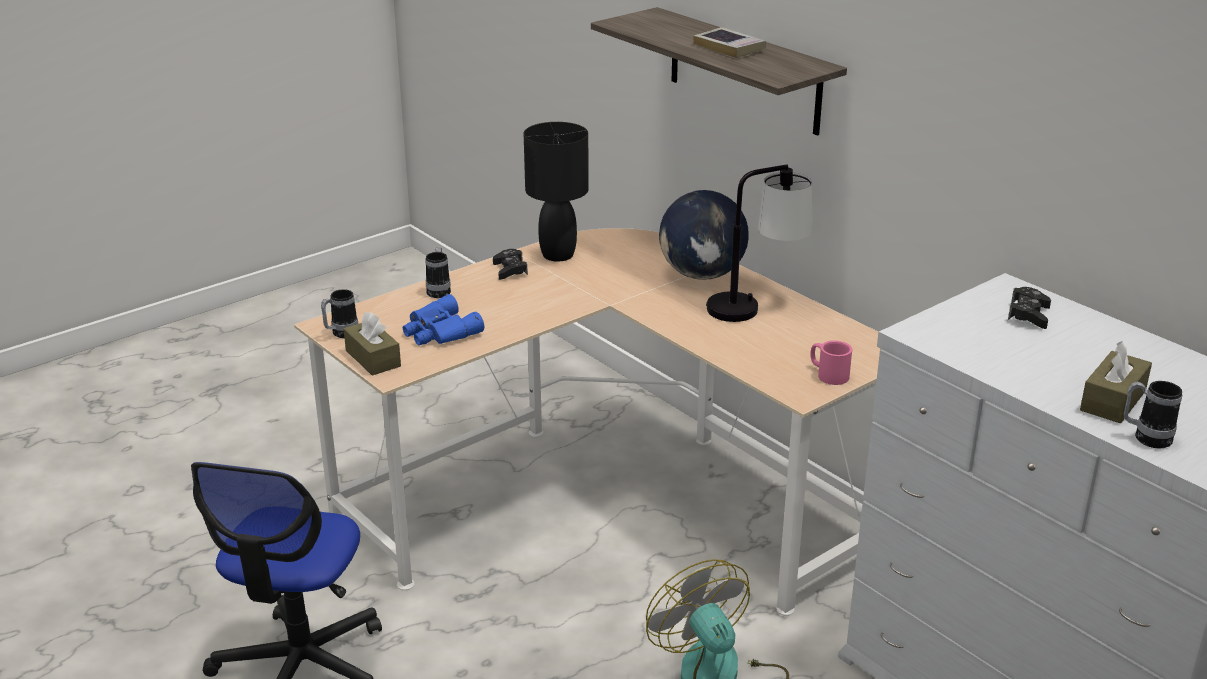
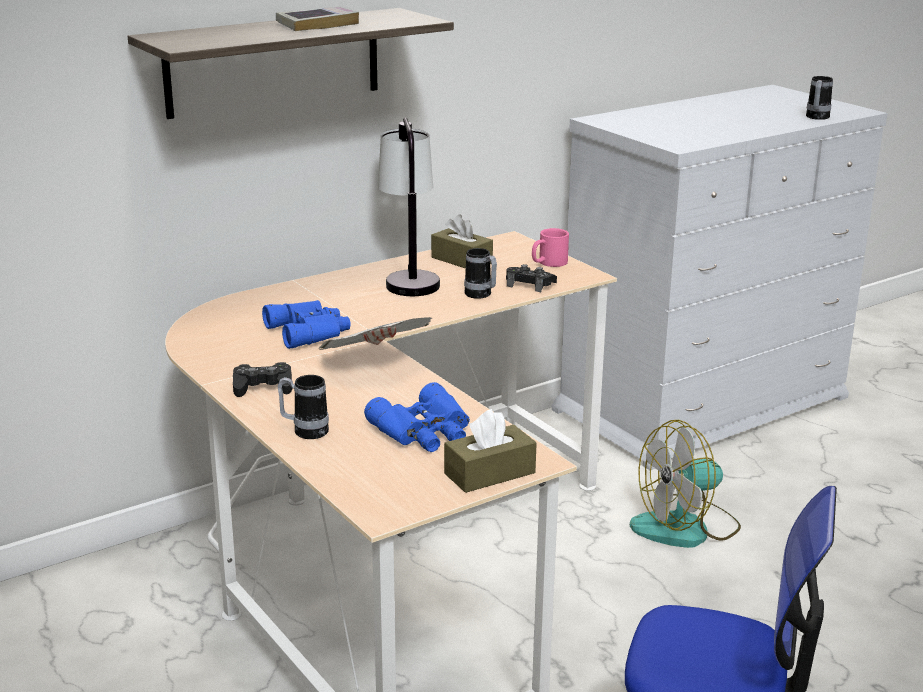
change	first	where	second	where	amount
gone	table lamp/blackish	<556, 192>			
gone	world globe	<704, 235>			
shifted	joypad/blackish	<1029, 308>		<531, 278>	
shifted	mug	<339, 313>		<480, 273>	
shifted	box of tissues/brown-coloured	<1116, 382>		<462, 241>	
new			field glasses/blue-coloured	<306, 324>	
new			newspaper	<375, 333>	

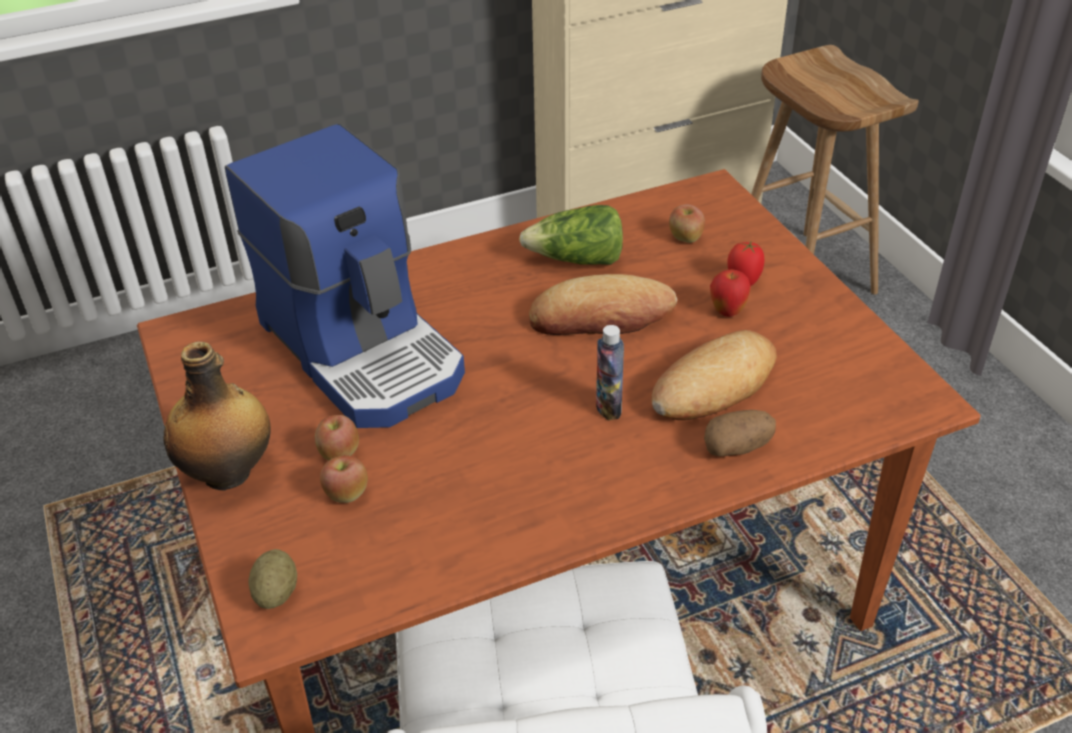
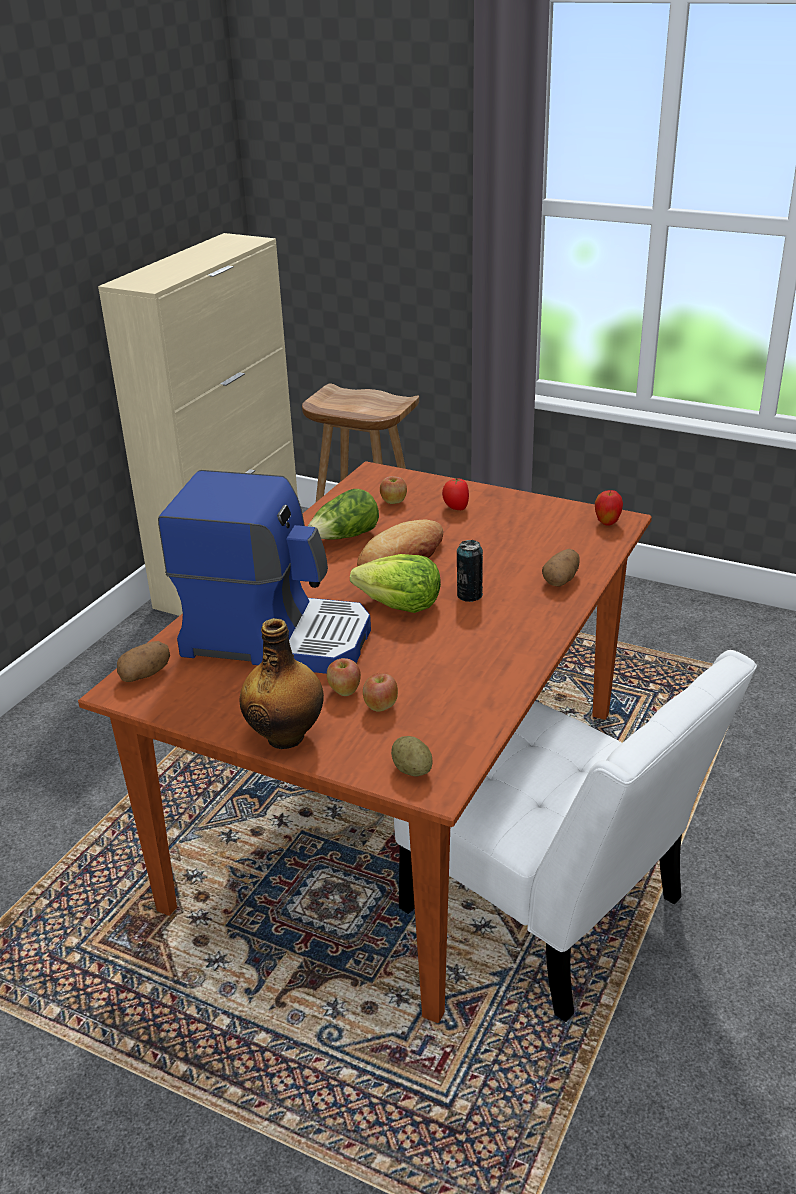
change	first	where	second	where	amount
shifted	apple fruit	<730, 293>		<609, 508>	
swapped	drink bottle	<610, 372>	metal can	<470, 571>	
gone	bread	<714, 375>			
new			lettuce head	<395, 583>	
new			whole potato	<143, 661>	

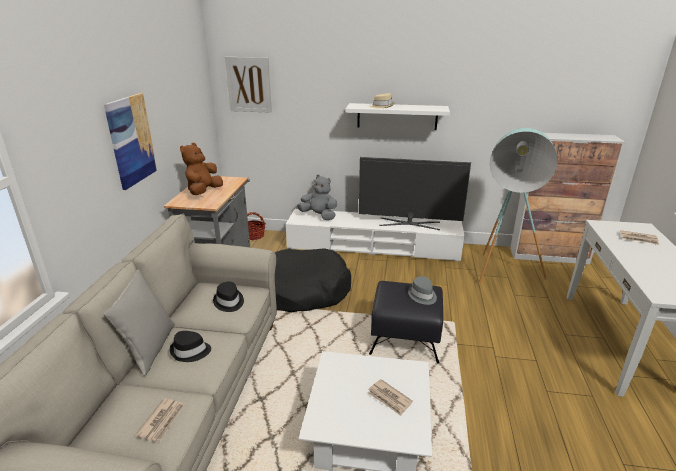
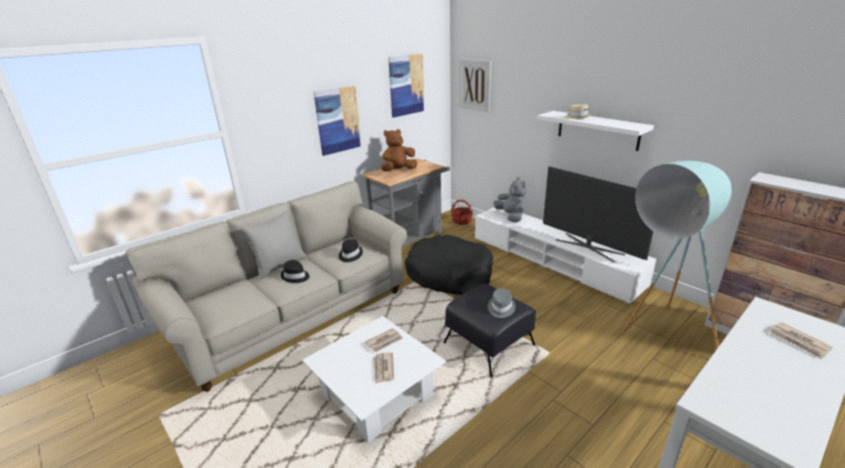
change	first	where	second	where	amount
shifted	newspaper	<159, 420>		<384, 340>	
new			picture	<406, 86>	

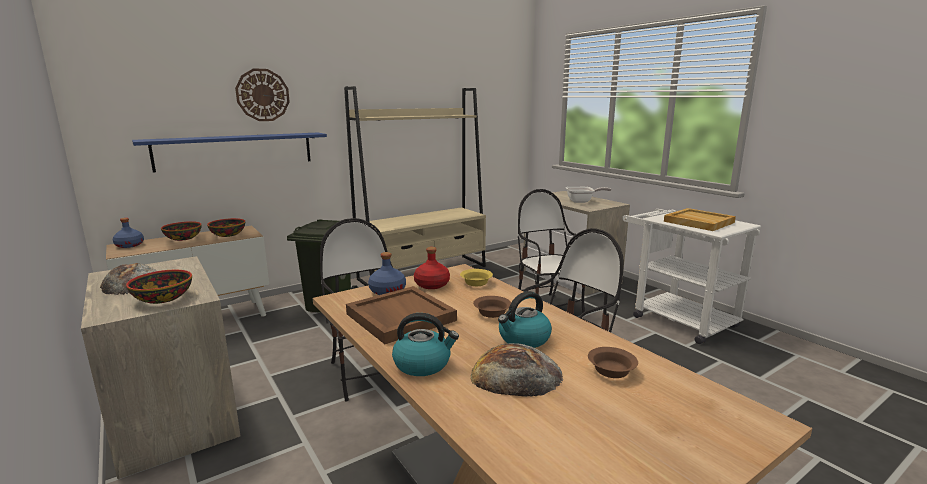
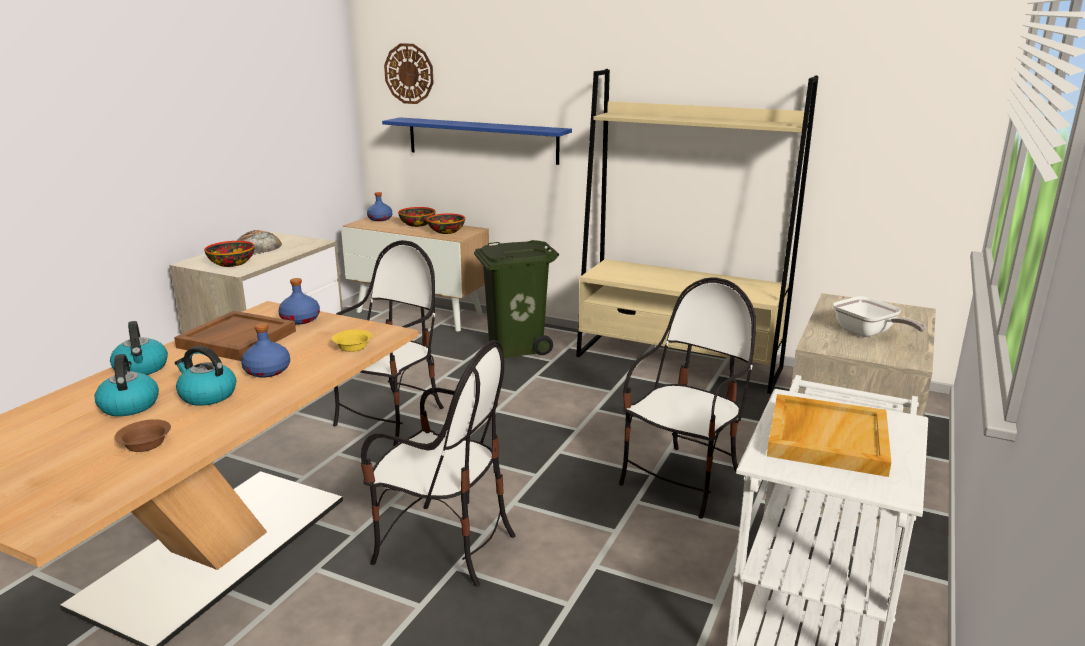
change	first	where	second	where	amount
shifted	clock on the wall	<262, 94>		<409, 73>	
gone	drink bottle/red	<432, 268>			
swapped	deep dish/brown-coloured	<492, 307>	drink bottle/blue-coloured	<265, 350>	
swapped	bread	<516, 370>	kettle	<127, 385>	

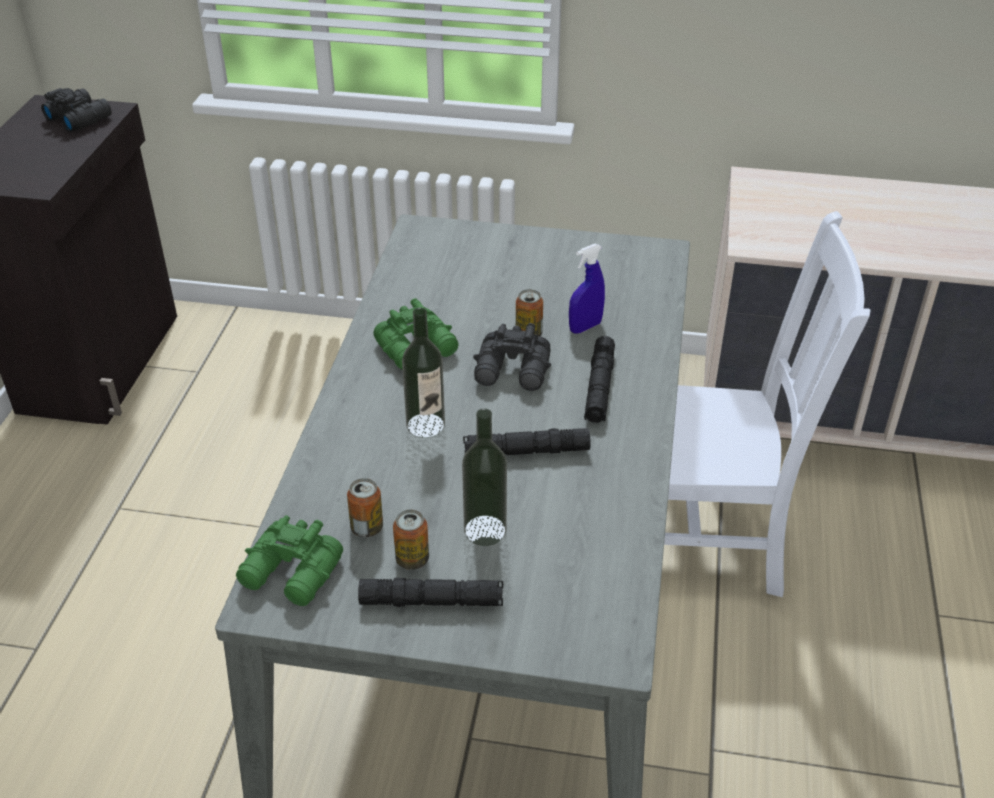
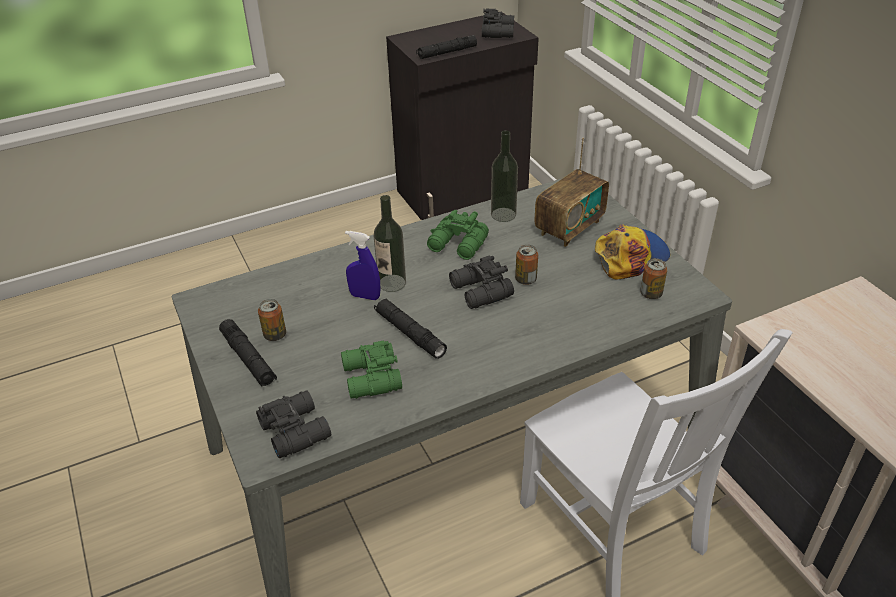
change	first	where	second	where	amount
shifted	spray bottle/blue-coloured	<587, 288>		<362, 265>	
shifted	flashlight/blackish	<599, 379>		<446, 47>	
shifted	drink bottle	<484, 477>		<504, 176>	
shifted	metal can	<365, 507>		<653, 278>	
shifted	field glasses/green-coloured	<289, 560>		<371, 369>	
new			radio	<572, 192>	
new			peaked cap	<632, 252>	
new			field glasses/blackish	<293, 424>	

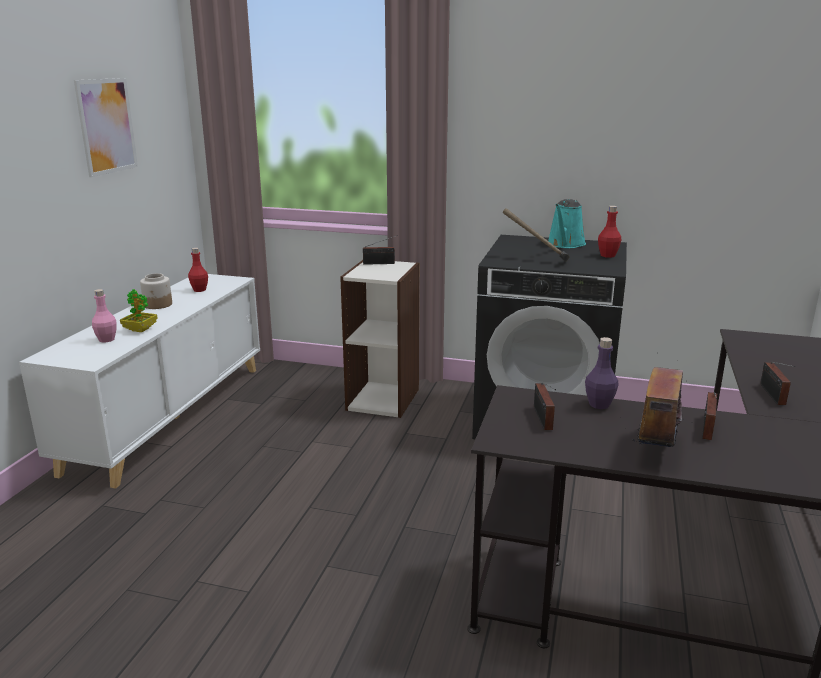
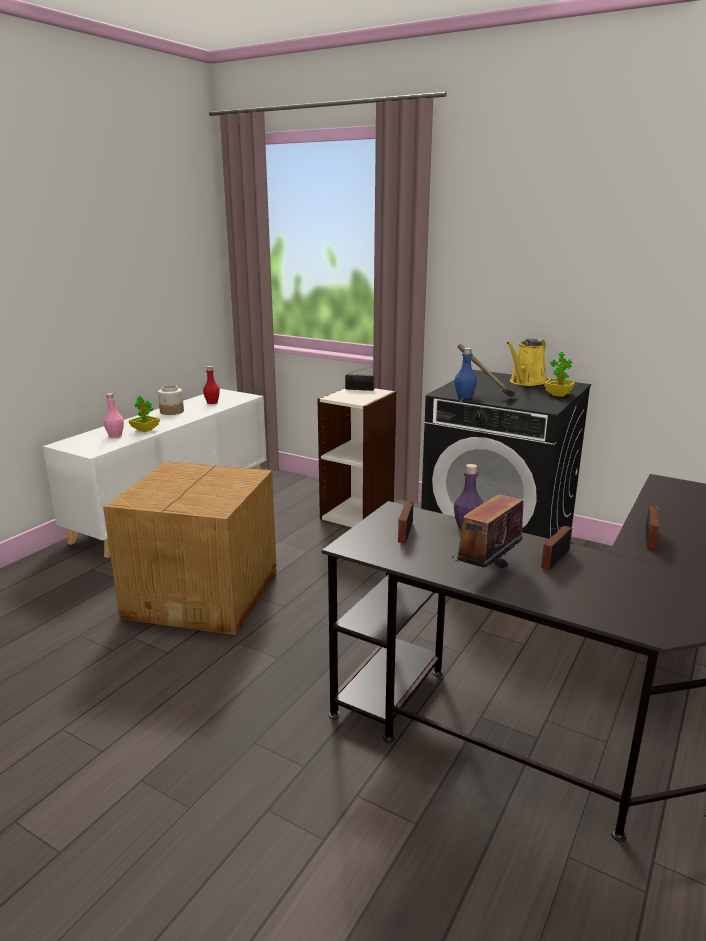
change	first	where	second	where	amount
gone	picture	<106, 127>			
repainted	watering pot/turquoise	<567, 223>	watering pot/yellow	<526, 362>	
swapped	drink bottle/red	<609, 232>	houseplant	<560, 374>	
new			drink bottle/blue-coloured	<465, 373>	
new			packing box	<190, 548>	

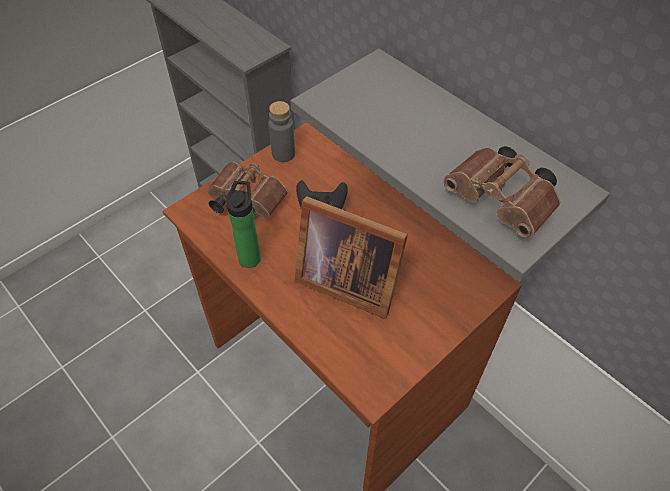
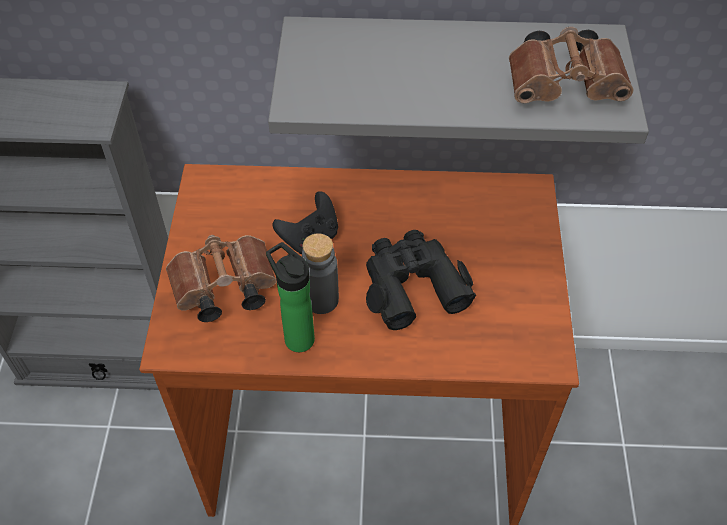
change	first	where	second	where	amount
shifted	drink bottle/gray	<282, 131>		<320, 273>	
swapped	picture frame	<351, 257>	field glasses/blackish	<421, 280>	

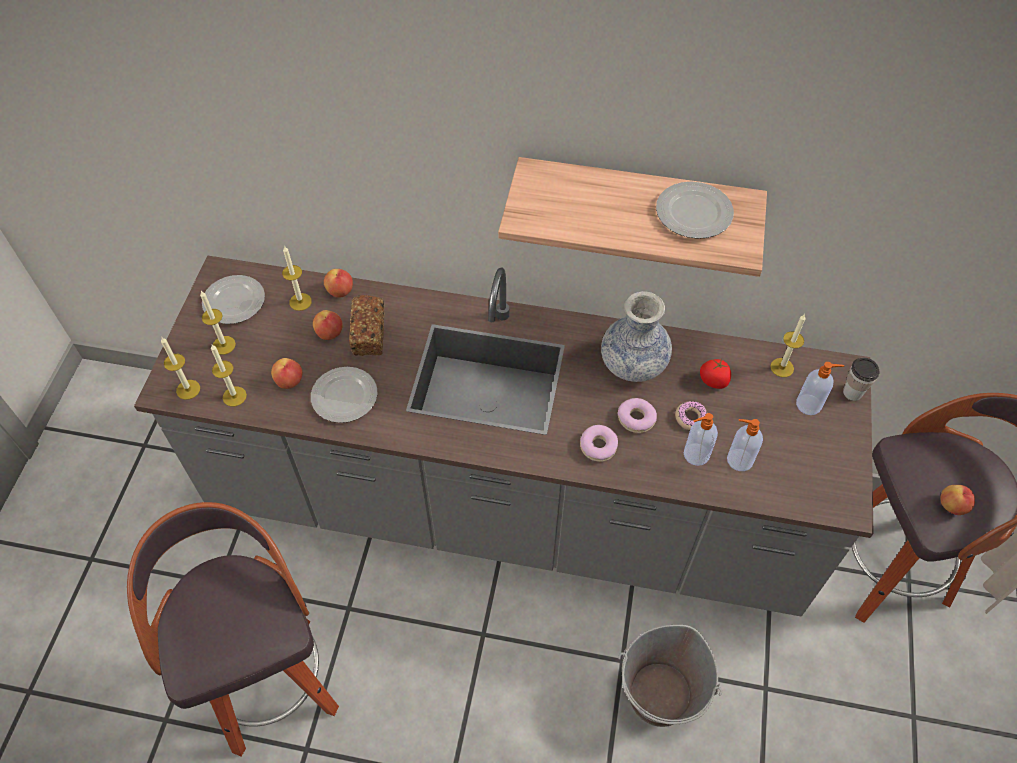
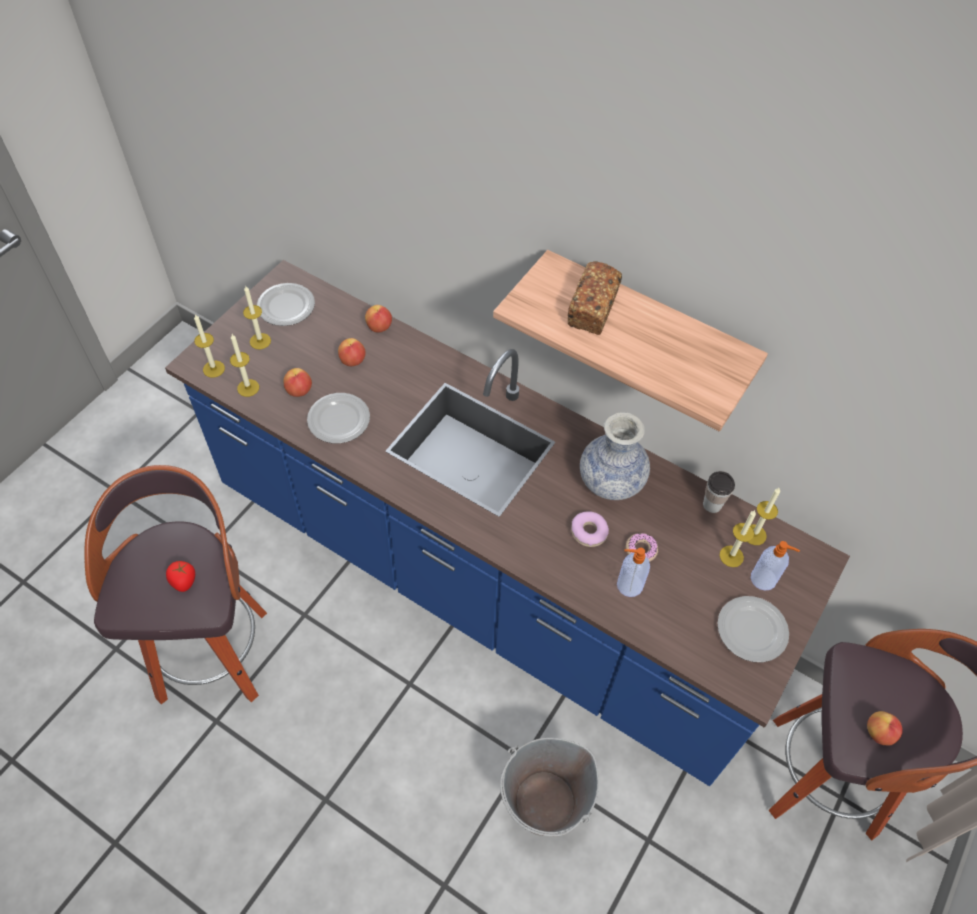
change	first	where	second	where	amount
shifted	dinner plate	<695, 210>		<753, 629>	
shifted	candle	<297, 278>		<737, 538>	
repainted	kitchen counter/gray	<504, 435>	kitchen counter/blue-coloured	<507, 523>	
shifted	bread	<366, 325>		<594, 298>	
shifted	small cup	<861, 379>		<719, 492>	
shifted	tomato	<715, 374>		<180, 576>	
gone	soap bottle	<745, 445>			
gone	ring doughnut	<599, 443>			

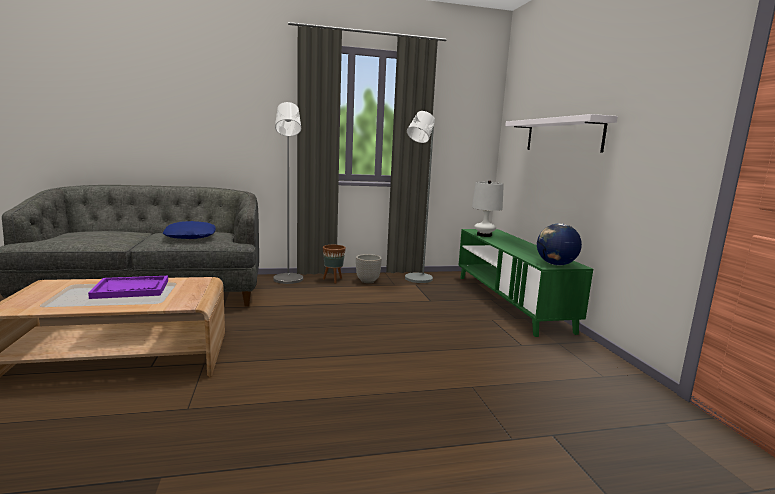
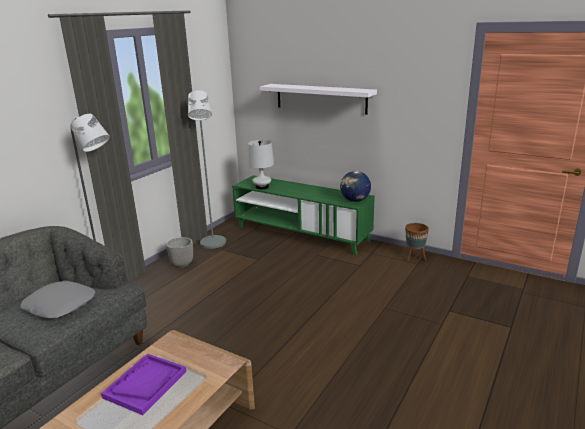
change	first	where	second	where	amount
repainted	throw pillow/blue-coloured	<189, 230>	throw pillow/gray	<57, 300>	
shifted	flower pot/brown-coloured	<334, 264>		<417, 242>	

